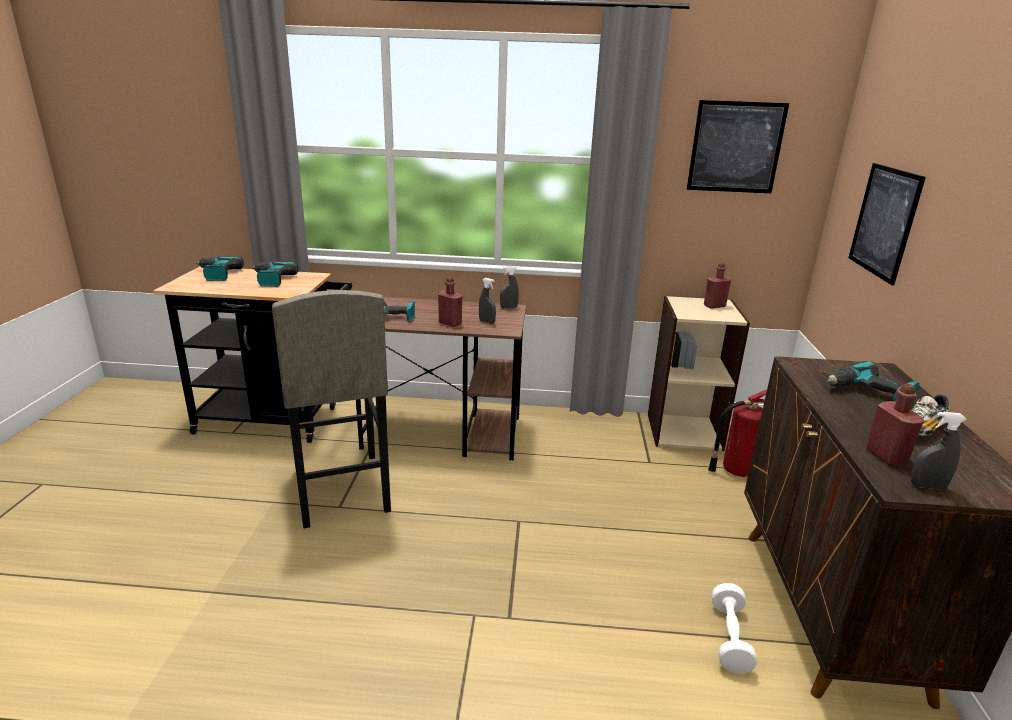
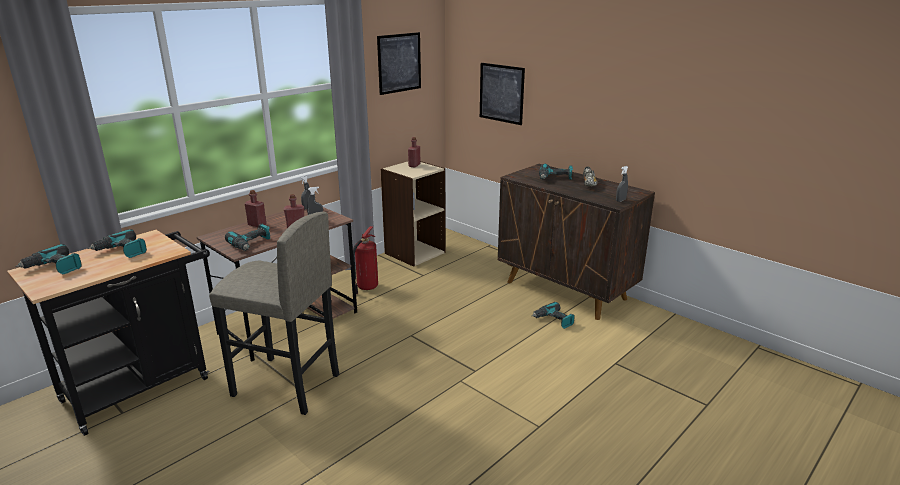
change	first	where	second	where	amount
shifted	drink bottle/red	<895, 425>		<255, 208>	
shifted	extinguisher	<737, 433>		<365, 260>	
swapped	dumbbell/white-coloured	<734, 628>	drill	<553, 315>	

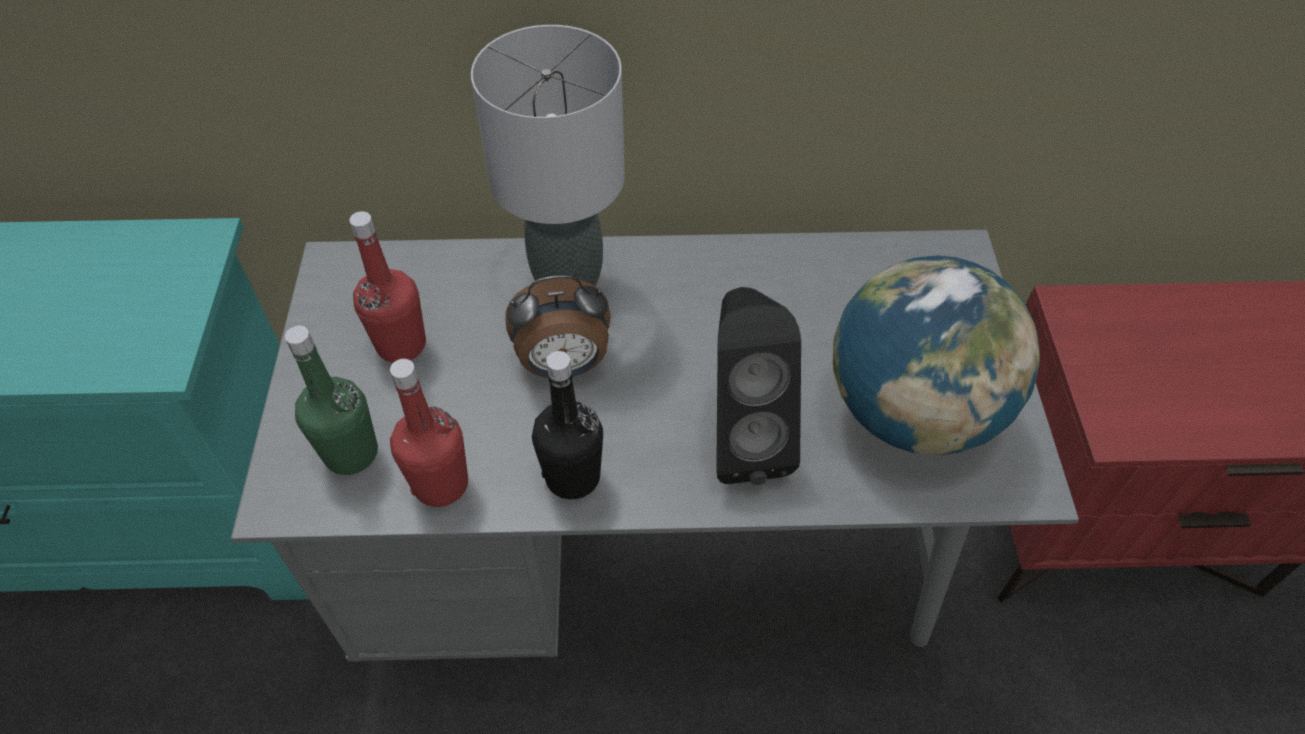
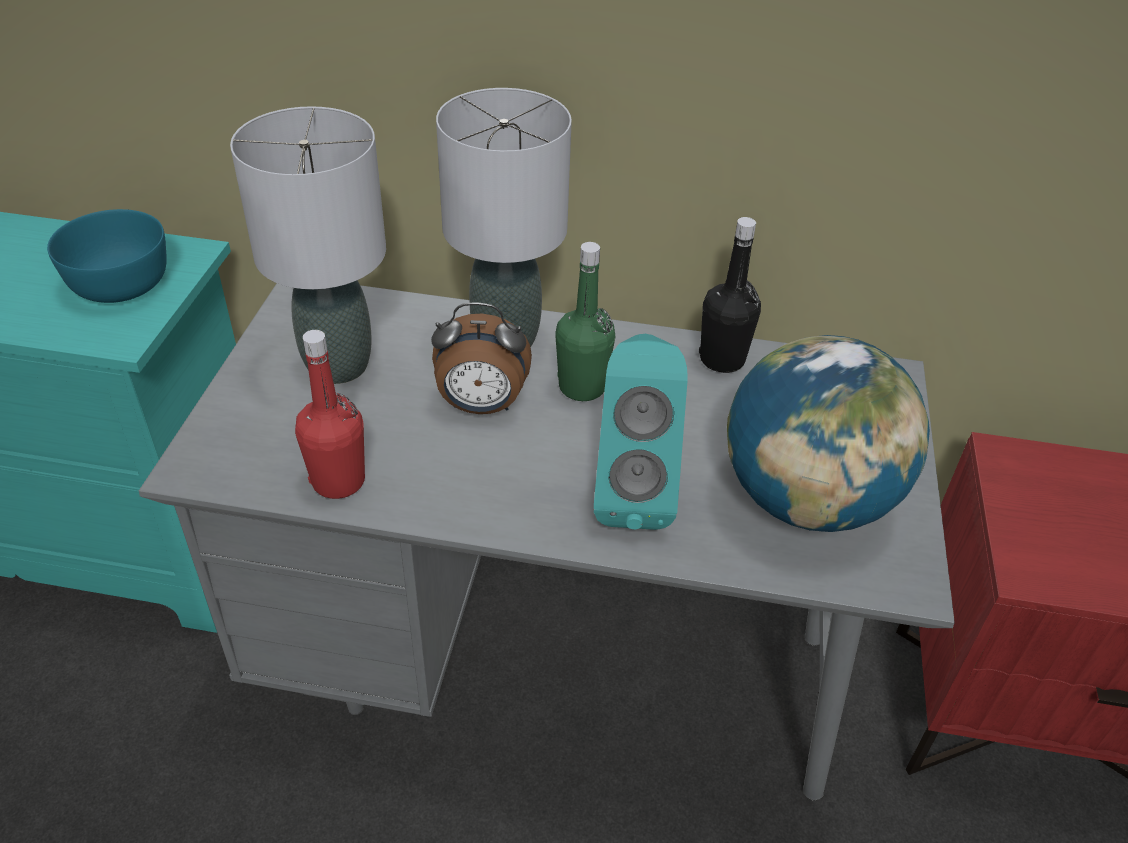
change	first	where	second	where	amount
swapped	drink bottle/red	<387, 287>	table lamp/gray	<308, 245>	
repainted	speaker/blackish	<758, 386>	speaker/turquoise	<641, 432>	
shifted	drink bottle/green-coloured	<331, 400>		<585, 321>	
shifted	drink bottle/blackish	<567, 425>		<730, 295>	
new			deep dish/turquoise	<107, 256>	

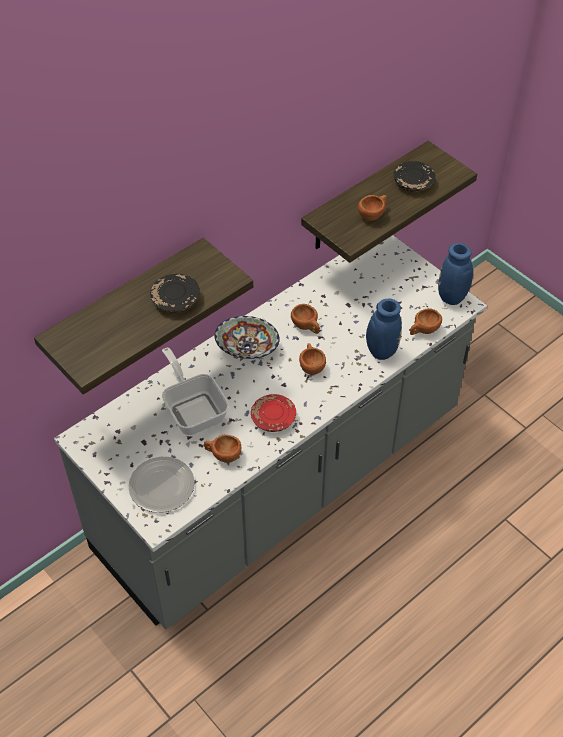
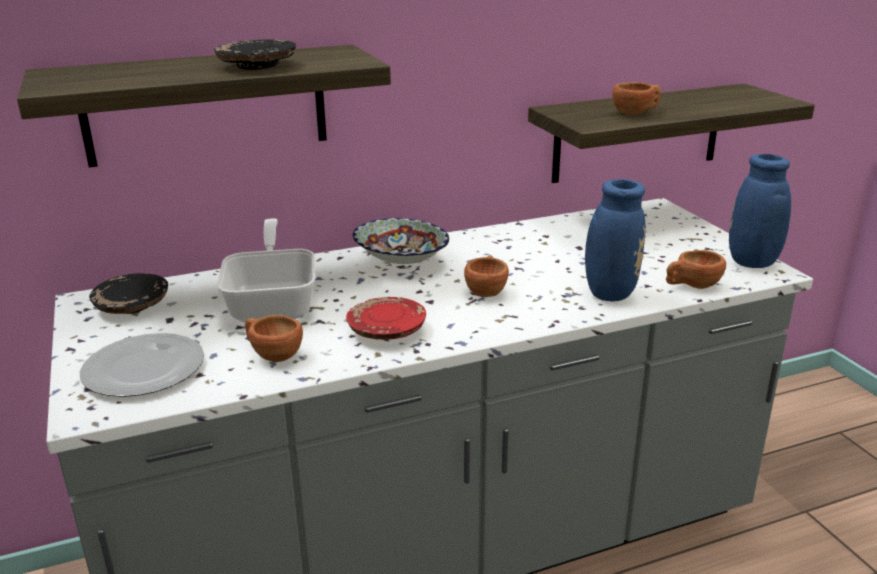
change	first	where	second	where	amount
shifted	dinner plate/blackish	<415, 176>		<128, 293>	
gone	small cup/brown-coloured	<305, 319>			

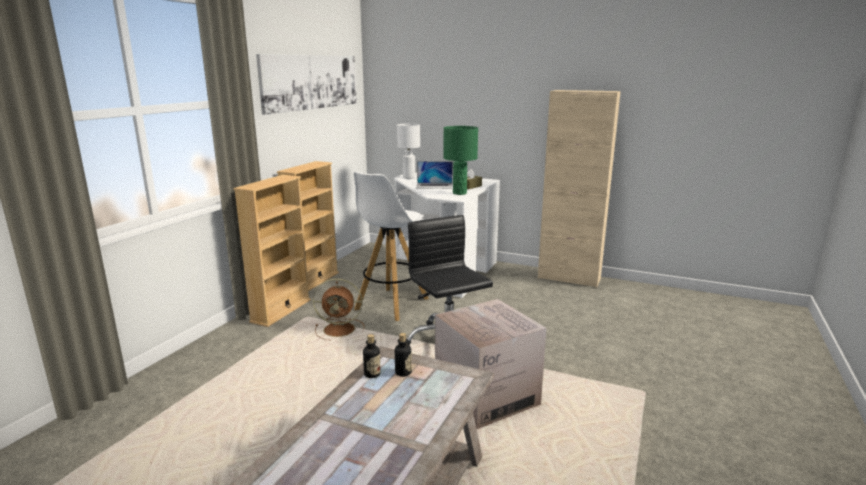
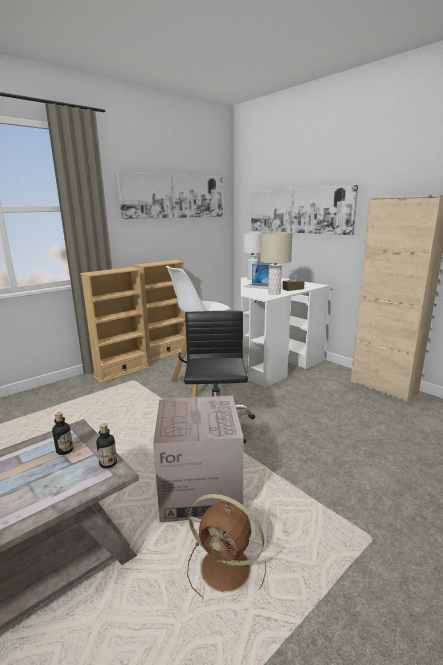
change	first	where	second	where	amount
repainted	table lamp/green-coloured	<460, 160>	table lamp/beige-coloured	<276, 263>	
shifted	electric fan/brown-coloured	<338, 309>		<226, 546>	
shifted	drink bottle	<372, 356>		<106, 446>	
new			picture	<304, 210>	

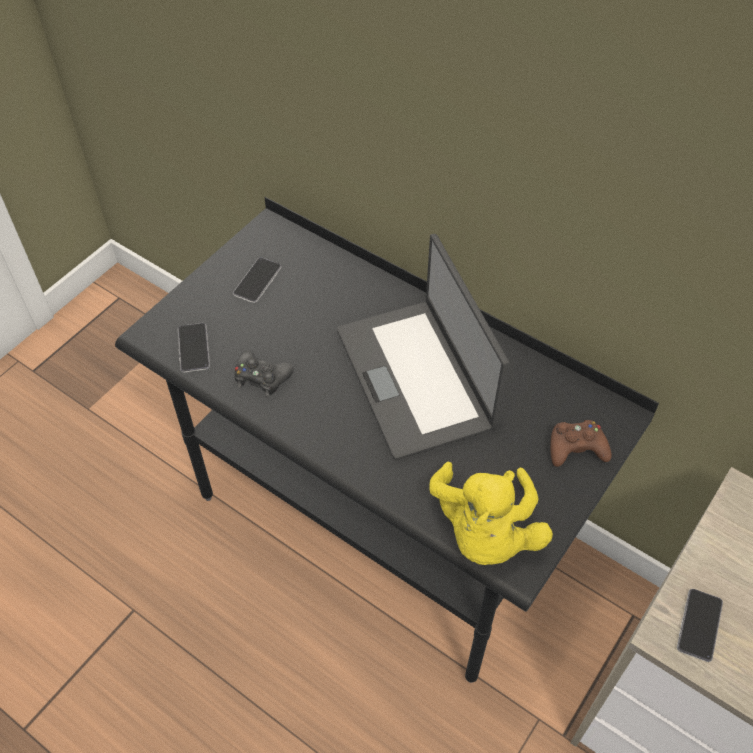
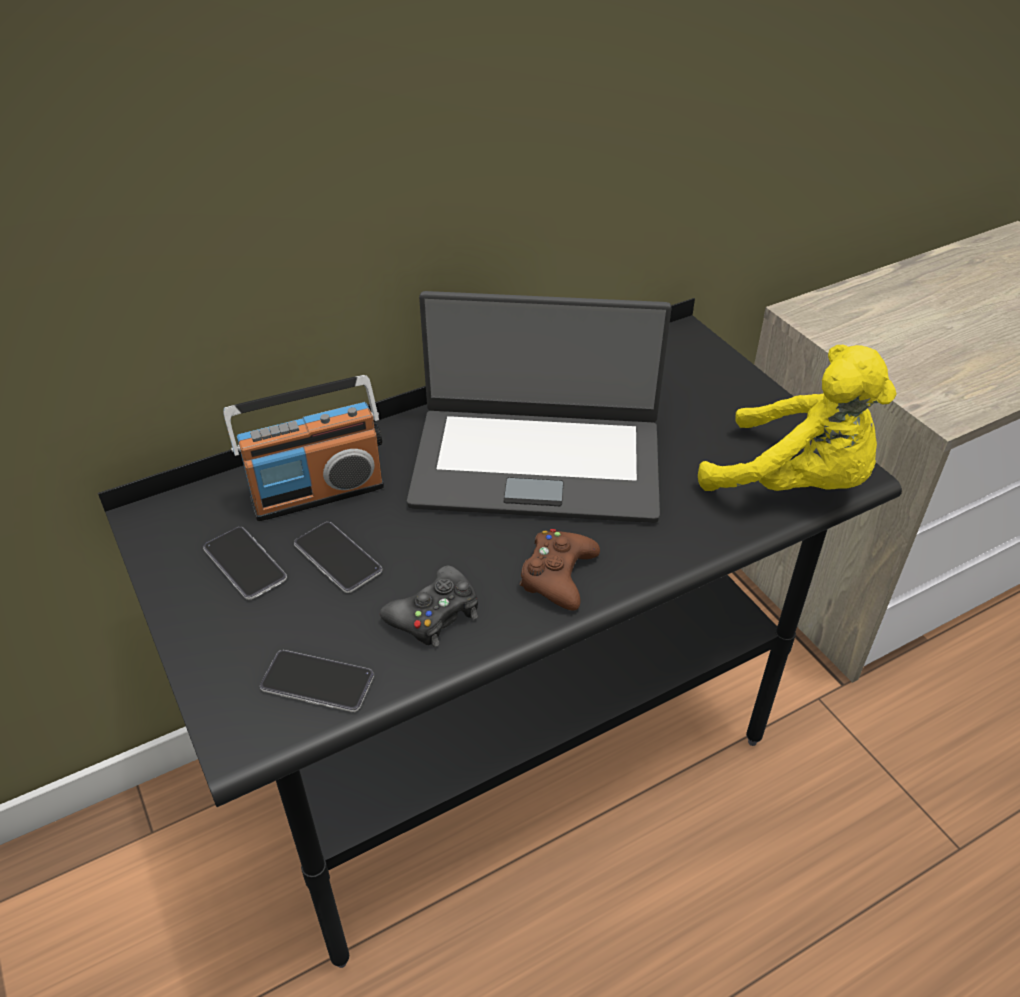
change	first	where	second	where	amount
shifted	joypad/brown-coloured	<581, 443>		<559, 570>	
shifted	telephone	<700, 625>		<338, 557>	
new			radio	<303, 448>	

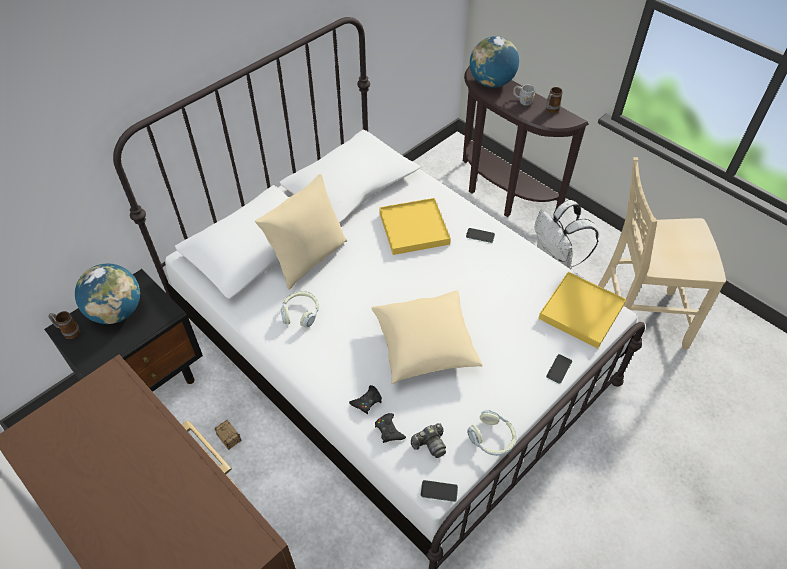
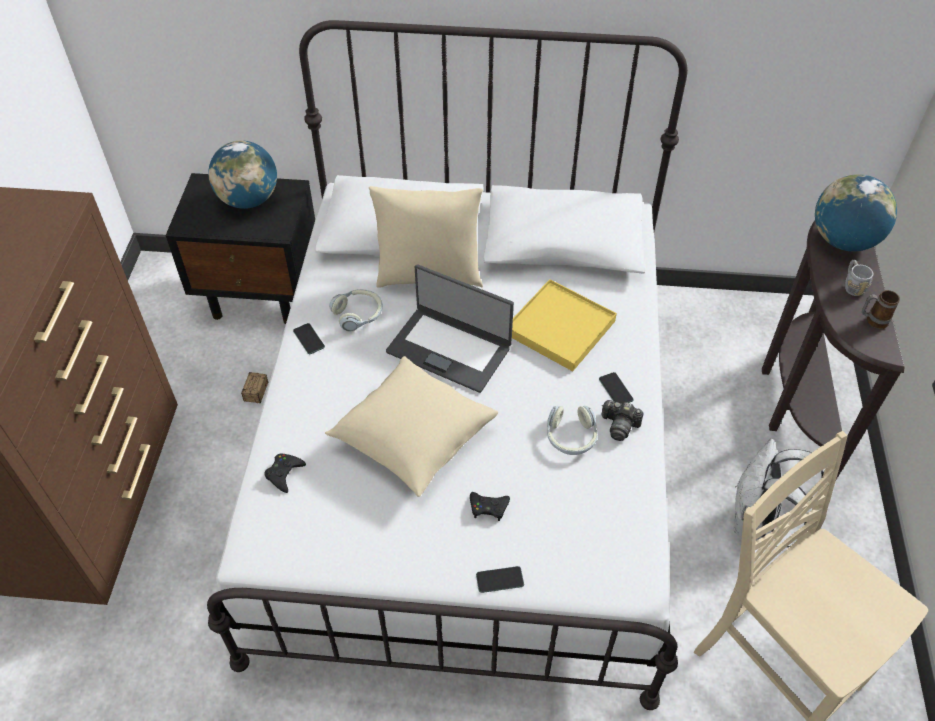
change	first	where	second	where	amount
gone	tray/yellow	<582, 310>			
gone	mug	<64, 325>			
shifted	joypad/blackish	<365, 399>		<490, 506>	
shifted	headphones	<492, 433>		<572, 430>	
shifted	photo camera	<428, 440>		<622, 420>	
shifted	telephone	<439, 491>		<309, 338>	
new			portable computer	<450, 328>	

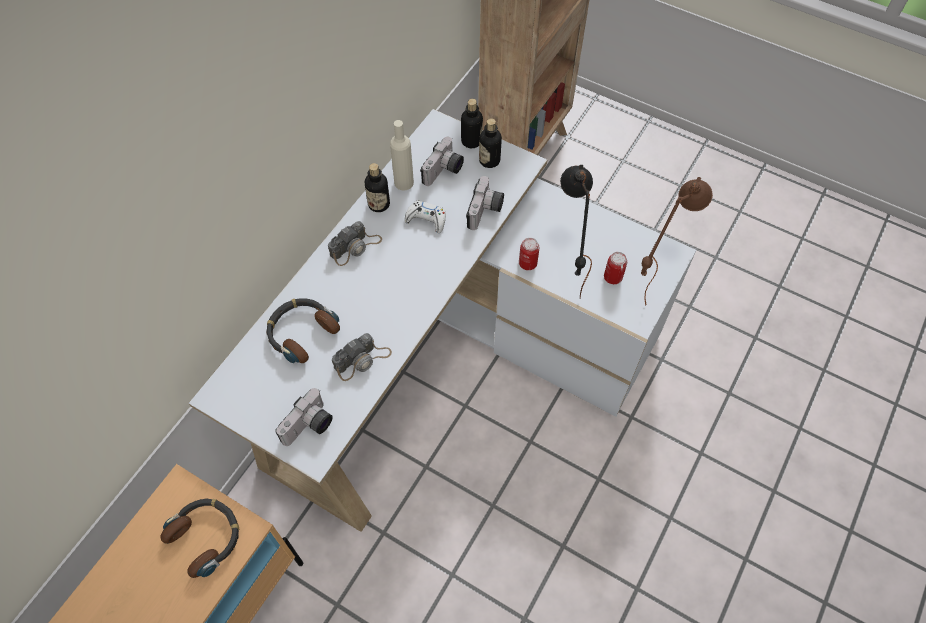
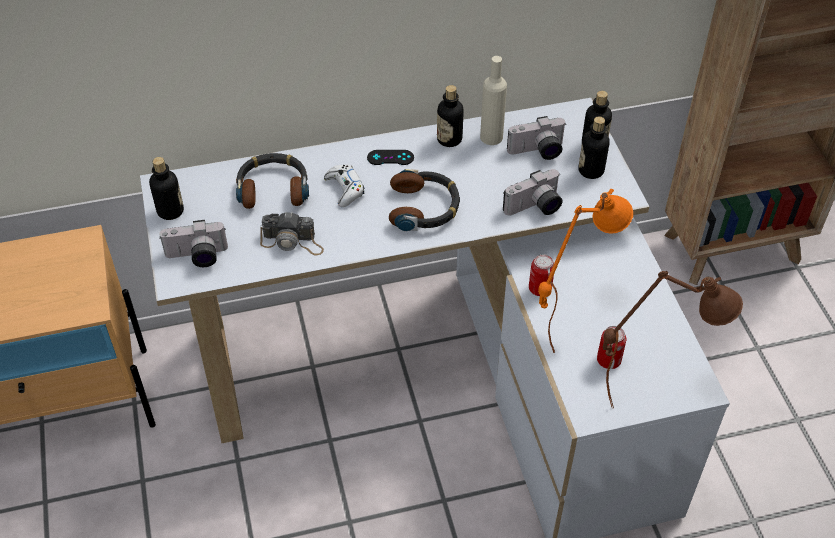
change	first	where	second	where	amount
repainted	table lamp/blackish	<576, 231>	table lamp/orange-coloured	<585, 271>	
shifted	joypad/white-coloured	<425, 217>		<344, 185>	
swapped	photo camera	<355, 243>	joypad/blackish	<390, 157>	
shifted	headphones	<200, 538>		<424, 200>	
new			drink bottle	<166, 188>	

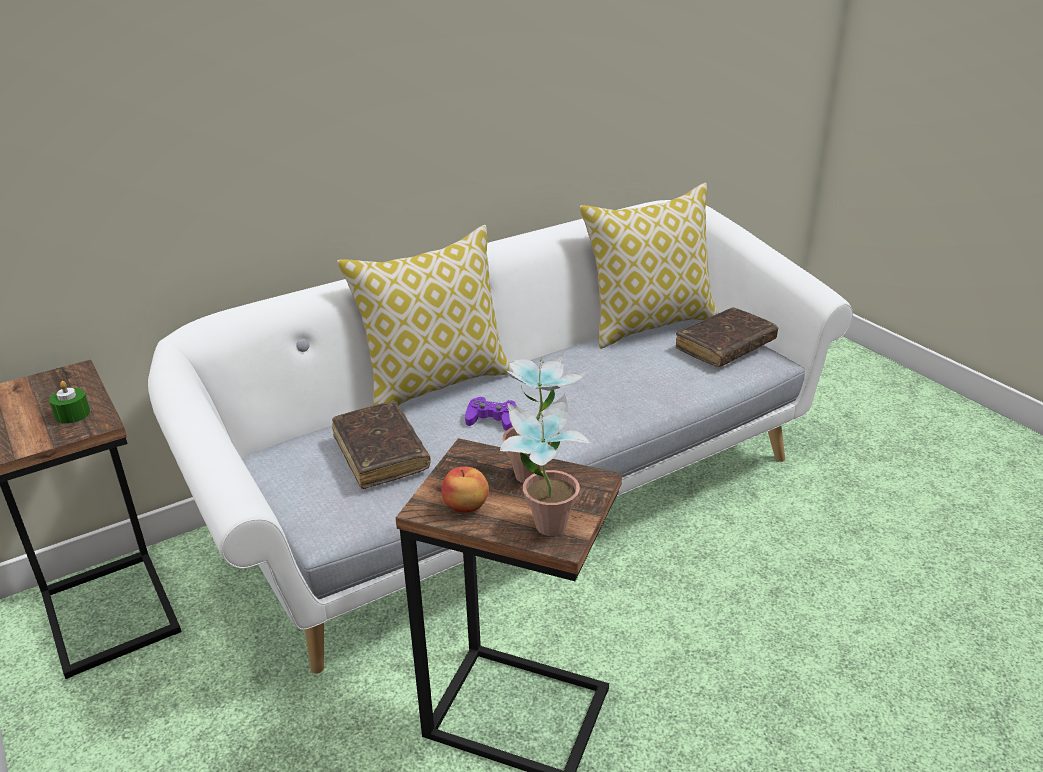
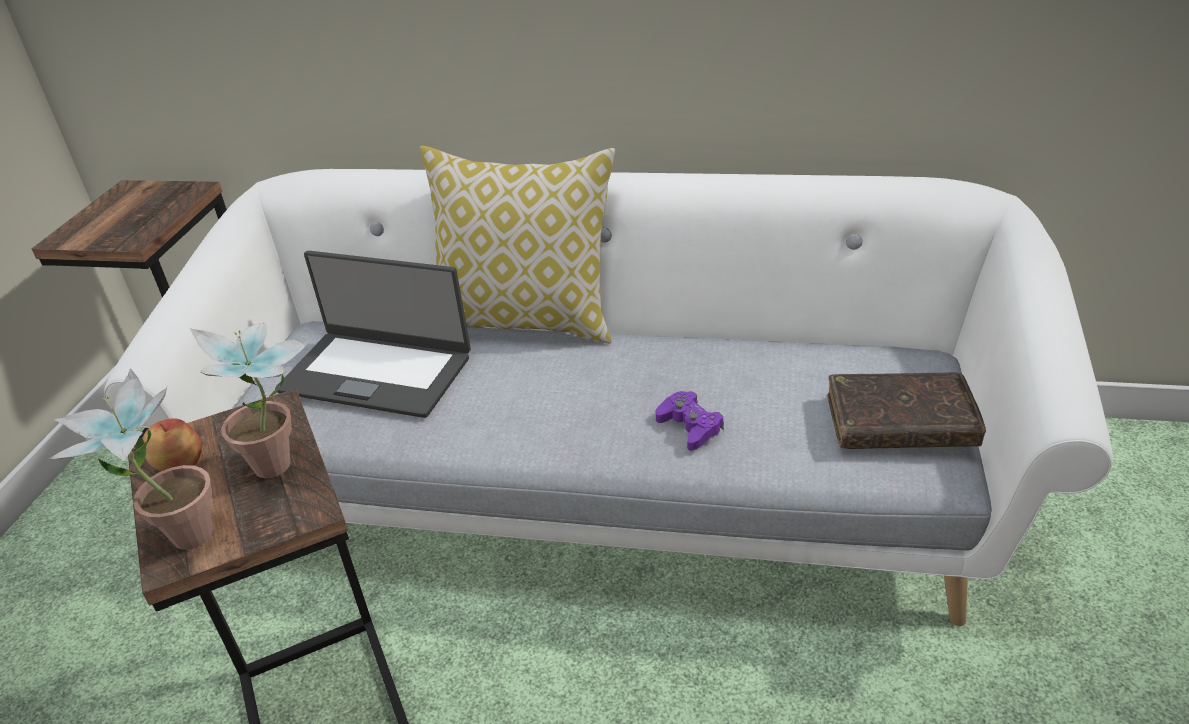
change	first	where	second	where	amount
gone	throw pillow	<649, 266>			
gone	candle/green-coloured	<69, 402>			
shifted	joypad/purplish	<490, 414>		<690, 421>	
swapped	volume/brown-coloured	<381, 445>	portable computer	<373, 334>	

